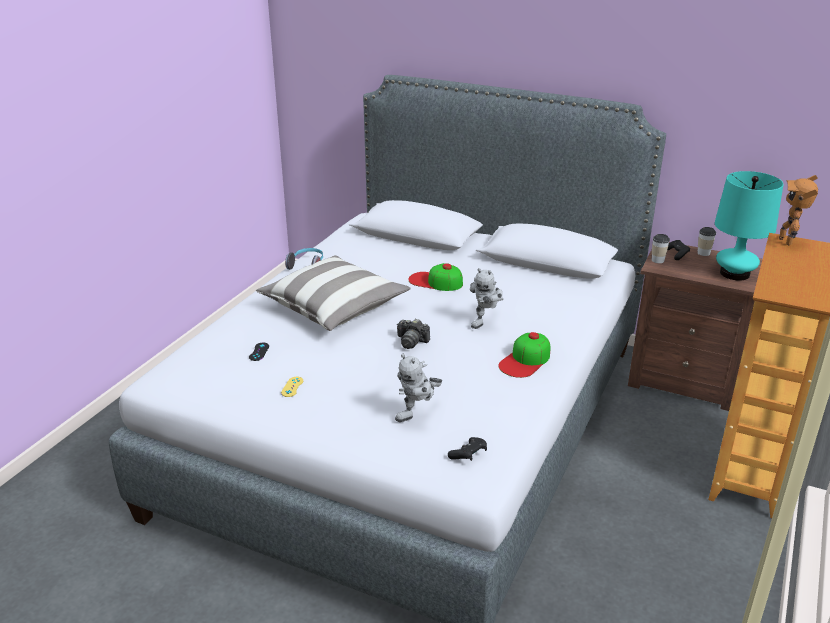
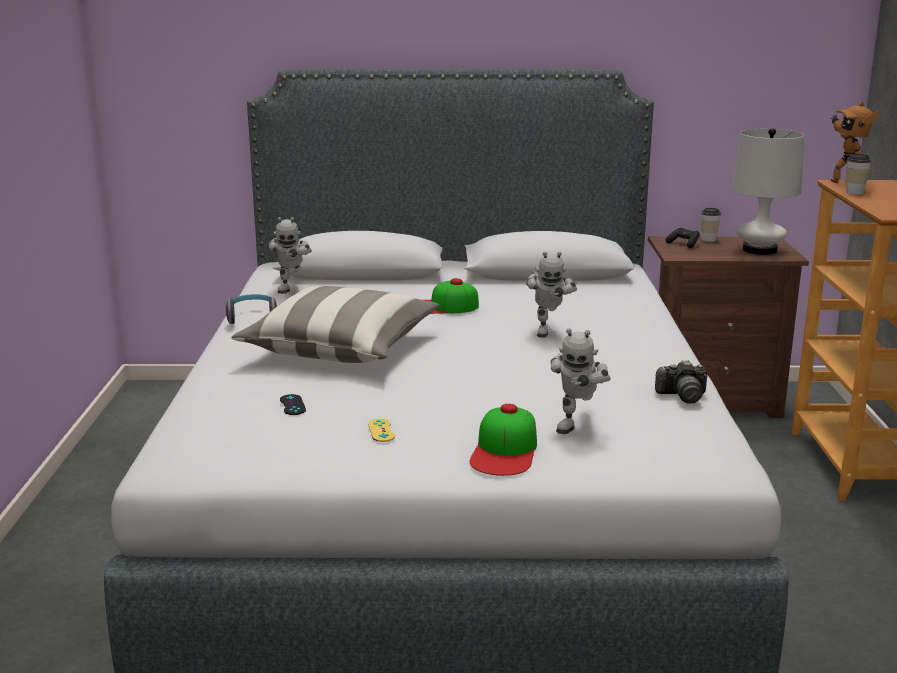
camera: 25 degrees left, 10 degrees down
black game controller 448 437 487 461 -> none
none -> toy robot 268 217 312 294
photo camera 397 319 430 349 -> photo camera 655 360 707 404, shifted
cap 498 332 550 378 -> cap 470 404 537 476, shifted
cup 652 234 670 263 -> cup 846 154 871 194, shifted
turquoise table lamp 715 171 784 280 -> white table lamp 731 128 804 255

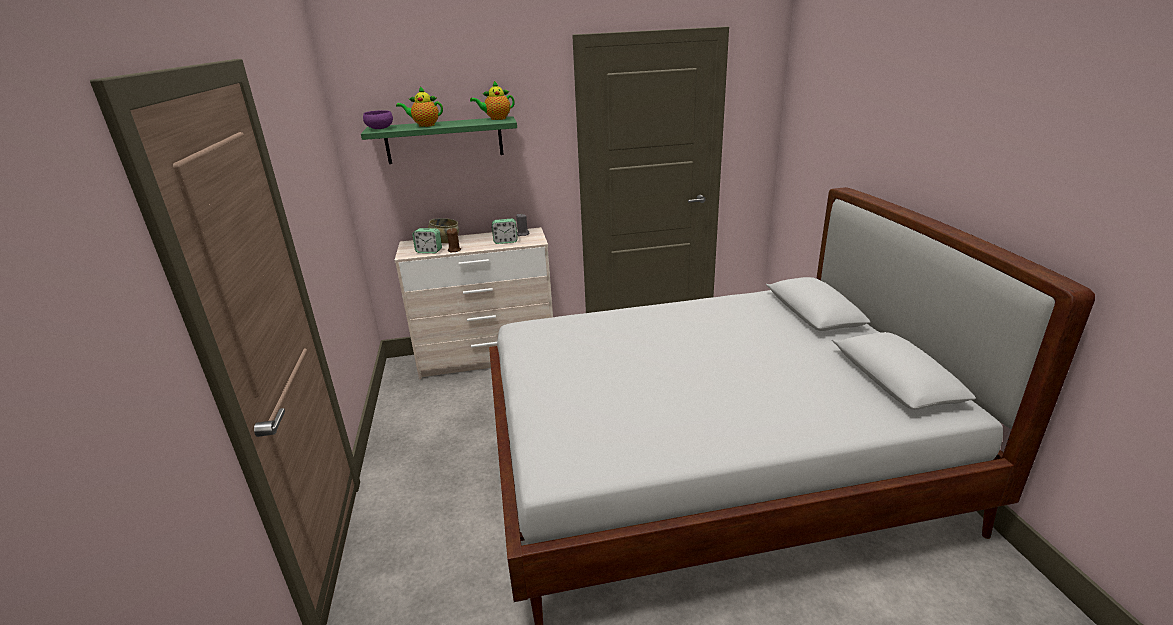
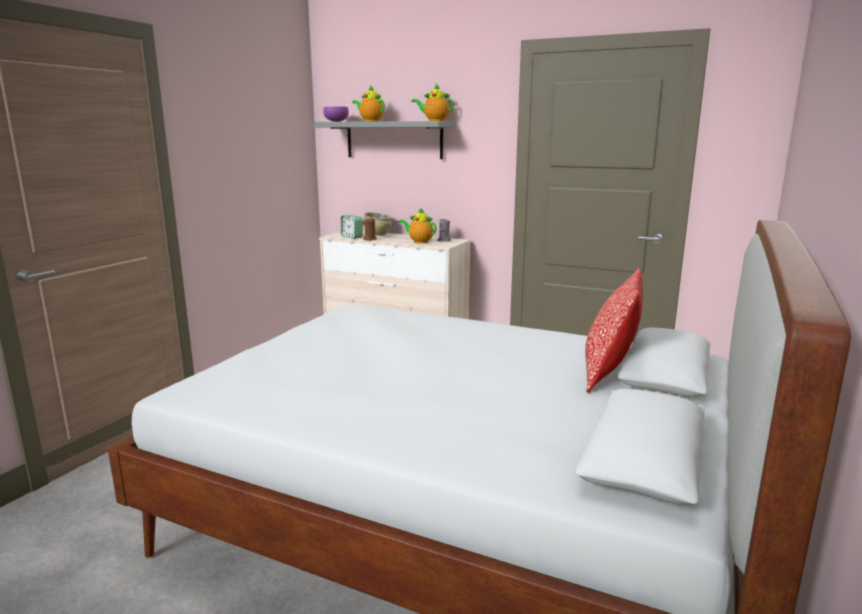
camera: 35 degrees right, 10 degrees down
none -> pillow 585 268 643 393
alarm clock 492 219 518 244 -> teapot 399 207 437 243
green shelf 361 116 517 164 -> grey shelf 315 121 456 159

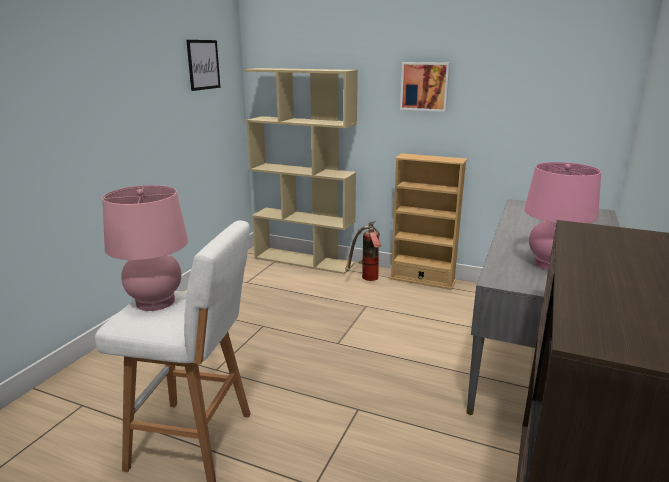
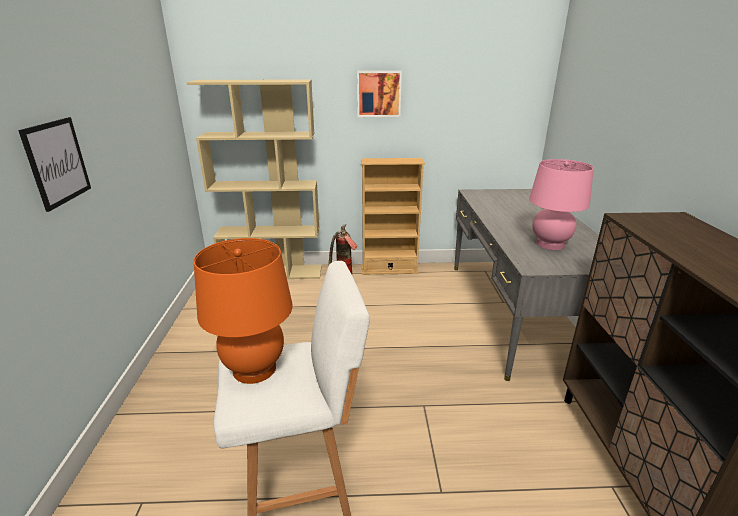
camera: 25 degrees left, 5 degrees up
picture 186 40 220 91 -> picture 18 117 91 212, shifted
pink table lamp 102 185 188 311 -> orange table lamp 194 238 293 384

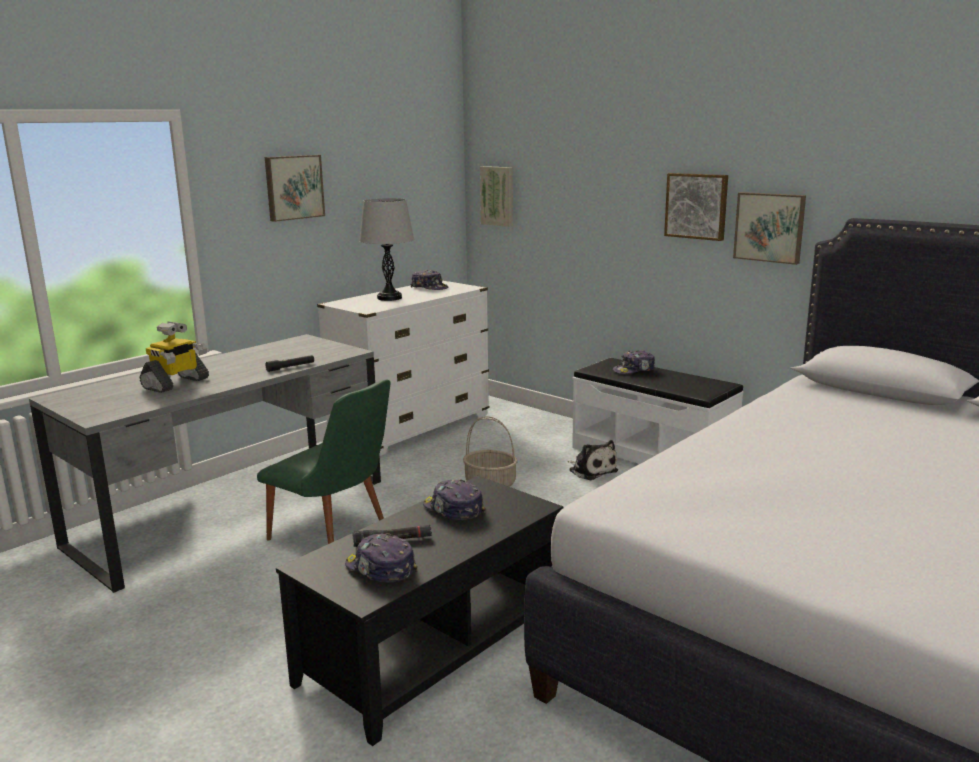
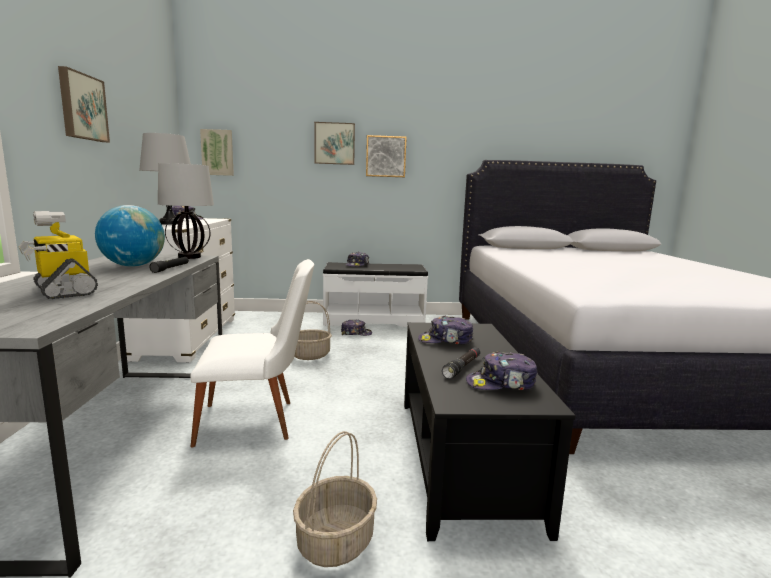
camera: 45 degrees left, 5 degrees down
none -> globe 95 205 165 267
none -> table lamp 158 163 214 259
none -> basket 293 431 377 567
picture 733 192 806 265 -> picture 314 122 355 165, shifted
plush toy 568 440 618 480 -> cap 341 319 372 336
green chair 257 380 391 544 -> white chair 190 259 314 447
toy robot 139 322 209 393 -> toy robot 19 211 98 299, 150 degrees clockwise

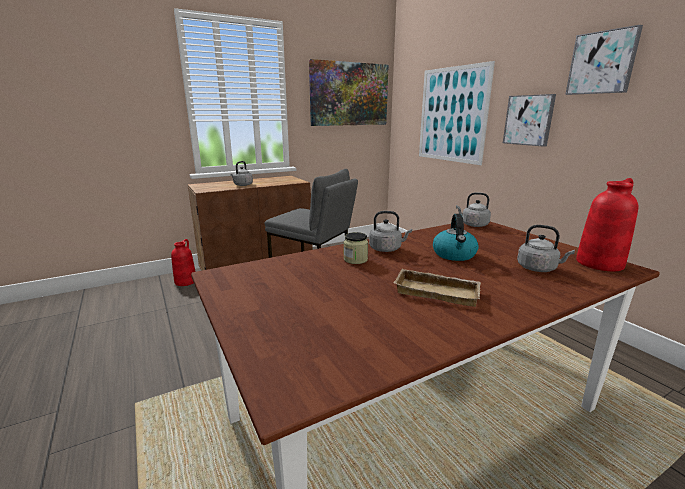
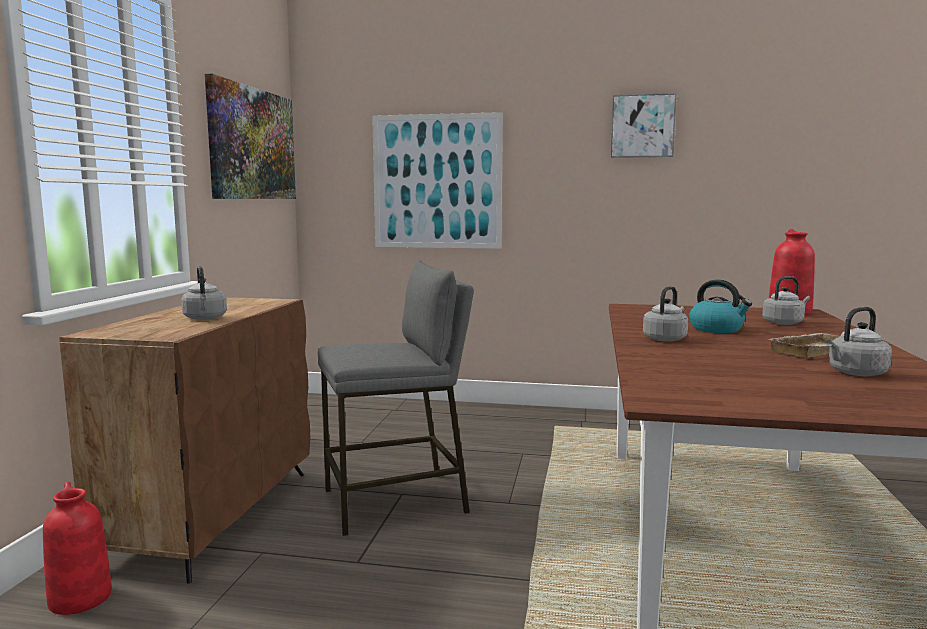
camera: 50 degrees left, 10 degrees down
jar 344 232 368 264 -> none
picture 503 94 556 147 -> none
grey kettle 456 192 491 227 -> grey kettle 826 307 892 376, shifted

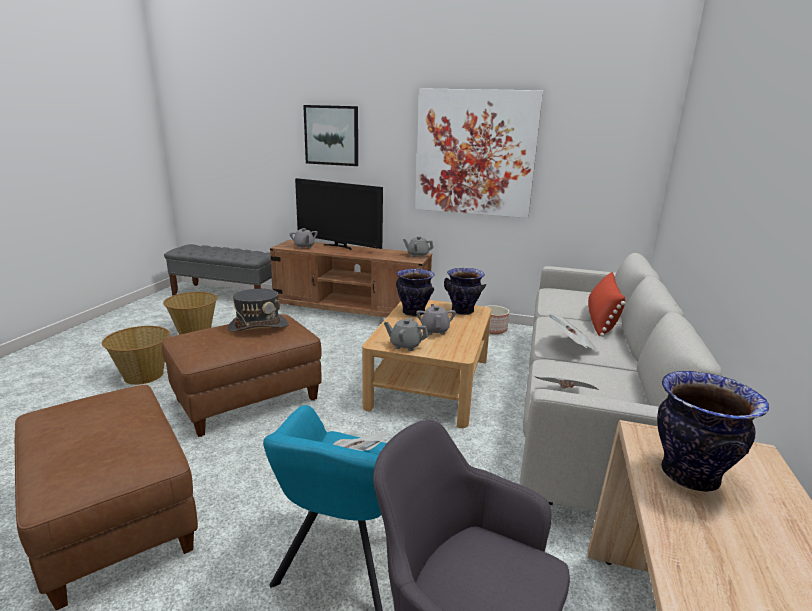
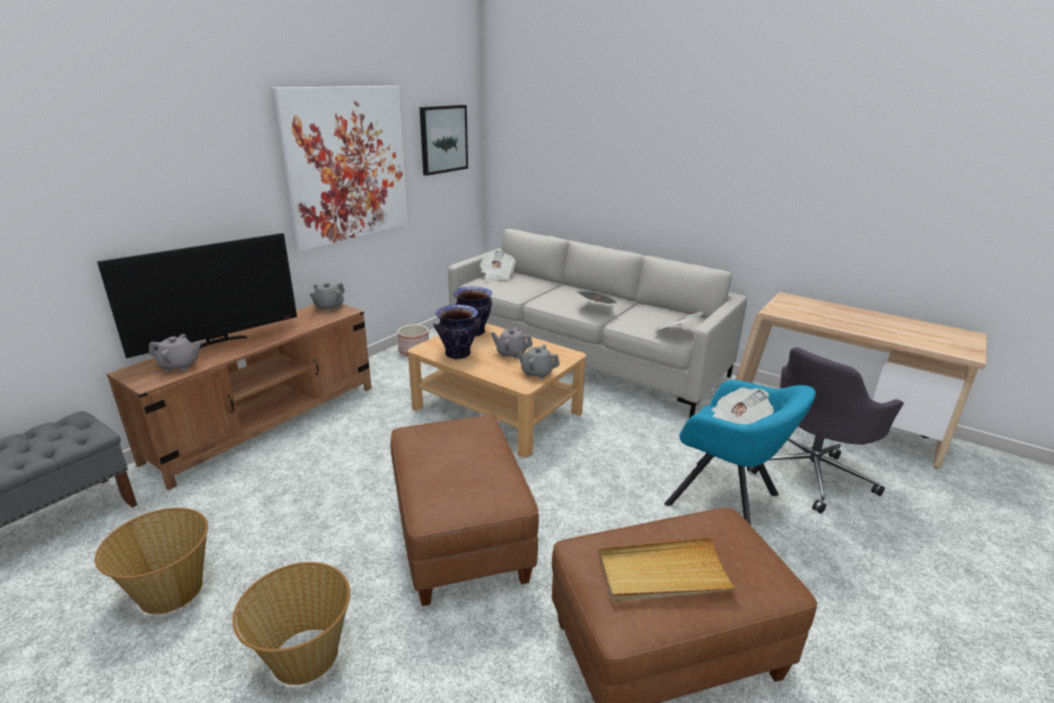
camera: 70 degrees left, 5 degrees up
grey hat 227 289 289 332 -> none
red pillow 588 272 625 337 -> none
vase 657 371 769 492 -> none
none -> newspaper 480 250 516 282
none -> beige tray 599 537 740 602
picture 303 105 358 166 -> picture 420 105 468 176, shifted
grey teapot 384 317 428 351 -> grey teapot 516 345 560 379, 75 degrees clockwise

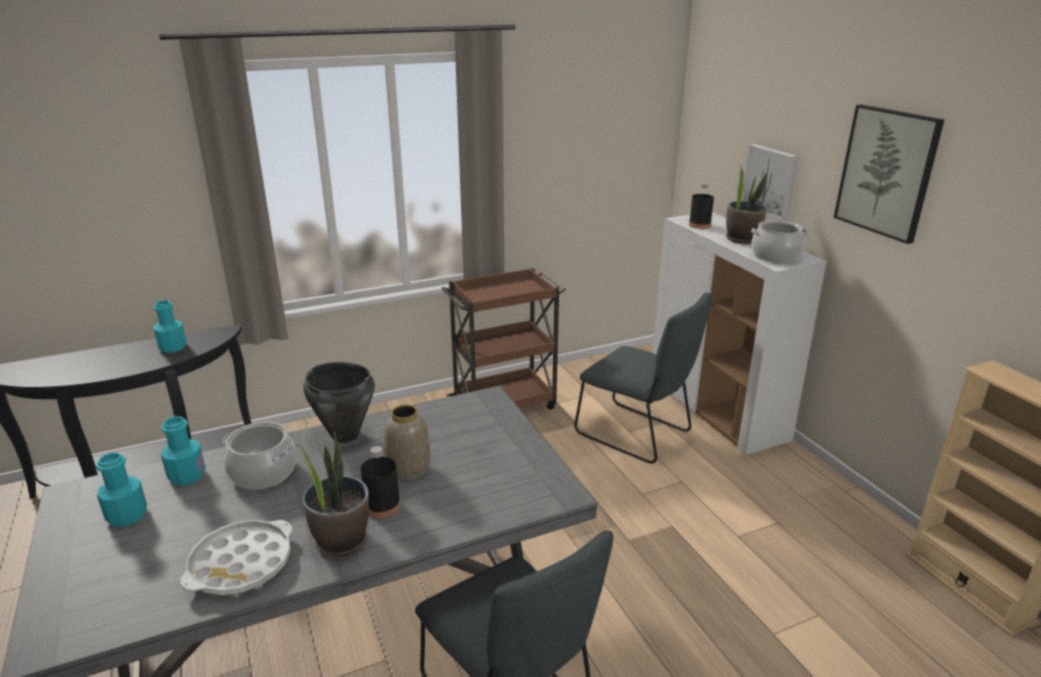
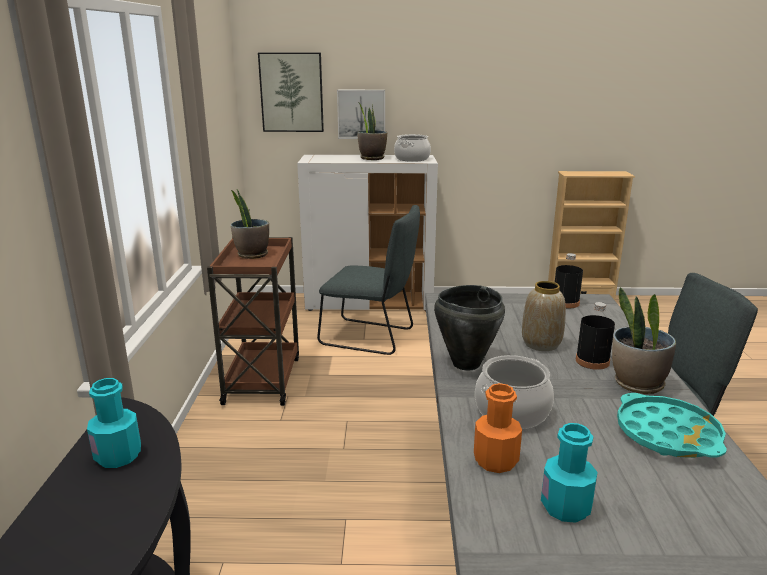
camera: 65 degrees left, 5 degrees down
none -> potted plant 231 189 269 259
black bottle 689 183 714 229 -> black bottle 555 253 583 308, shifted
picture 834 104 944 244 -> picture 258 52 324 132, shifted
turquoise bottle 161 416 206 486 -> orange bottle 474 383 522 473
white tray 180 520 293 595 -> turquoise tray 617 393 727 458
grey chair 574 293 712 463 -> grey chair 317 205 420 355, 45 degrees clockwise

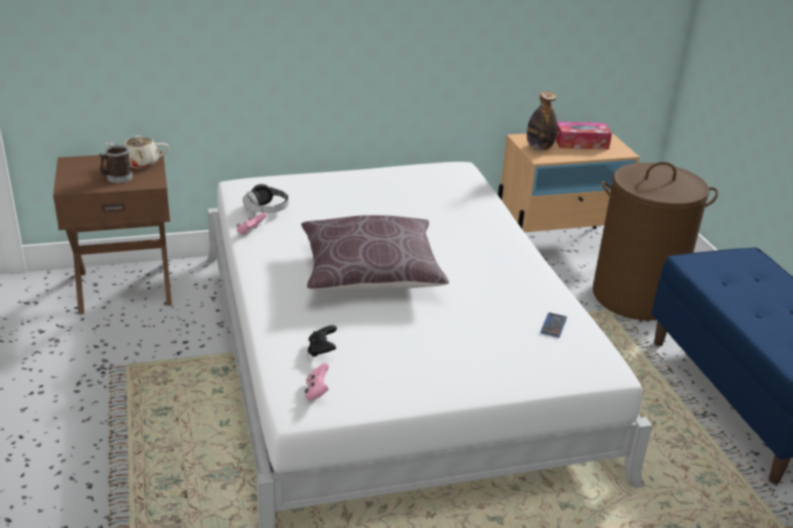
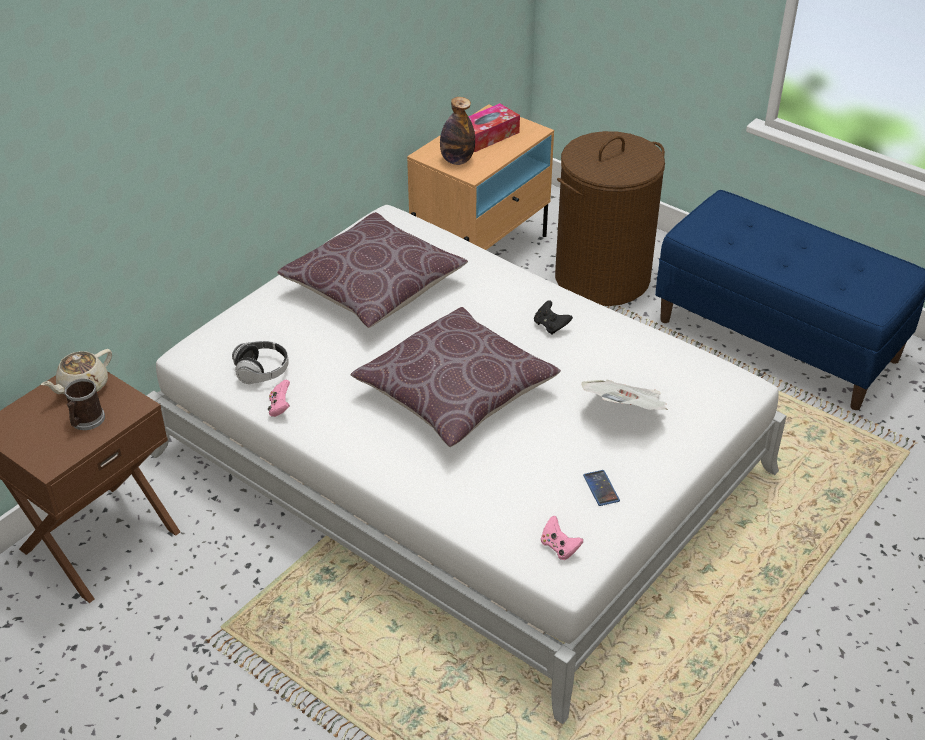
camera: 35 degrees left, 10 degrees up
none -> brown pillow 277 212 468 328
none -> newspaper 581 380 668 410
black game controller 308 325 337 357 -> black game controller 534 300 573 335, shifted
phone 540 312 567 338 -> phone 583 470 620 506, shifted

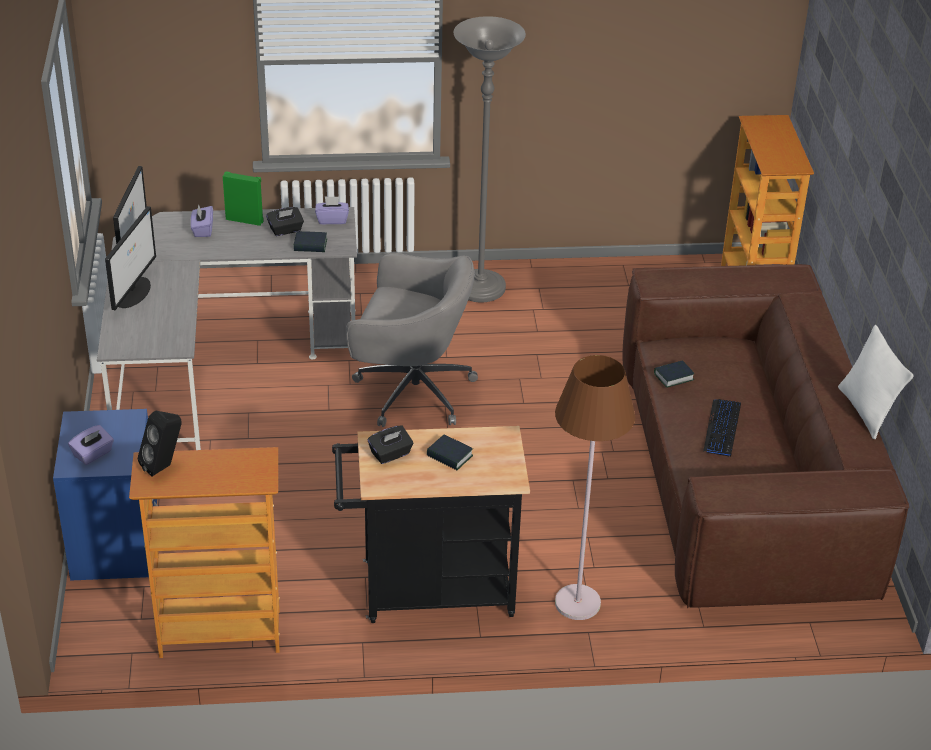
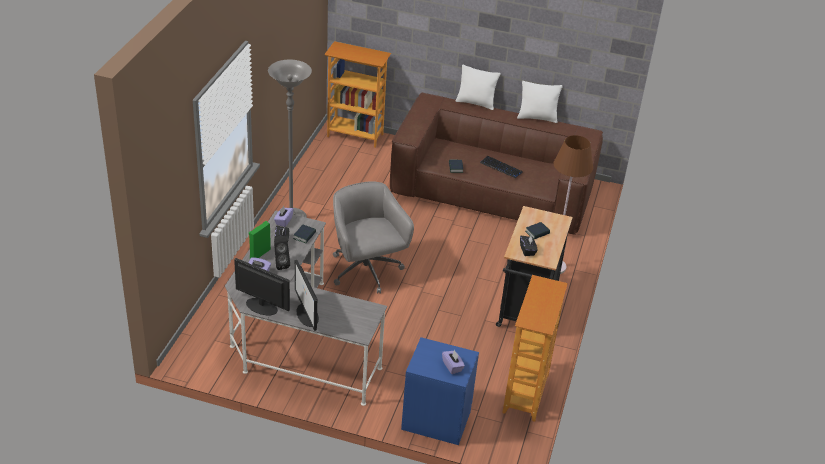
camera: 70 degrees left, 0 degrees up
none -> white pillow 456 65 501 110
black speaker 138 411 182 477 -> black speaker 274 235 290 270, shifted
monitor 105 206 156 310 -> monitor 295 260 319 331, 150 degrees counterclockwise
grey office chair 346 253 478 427 -> grey office chair 333 181 414 294, 60 degrees counterclockwise

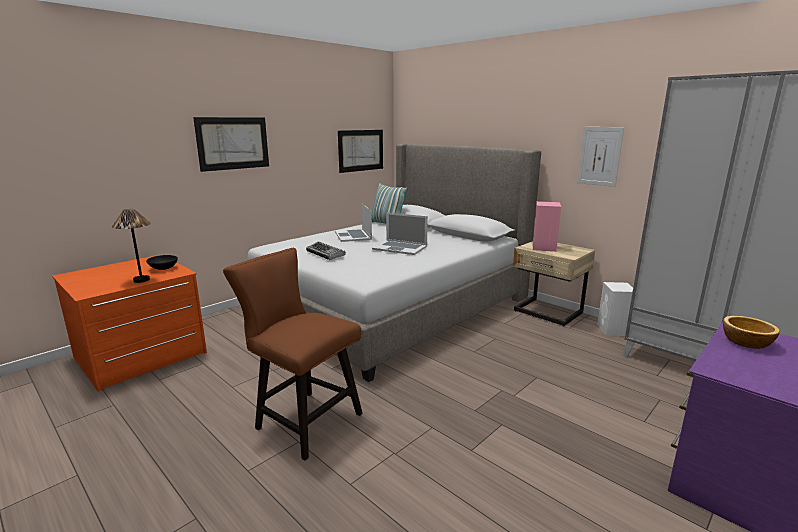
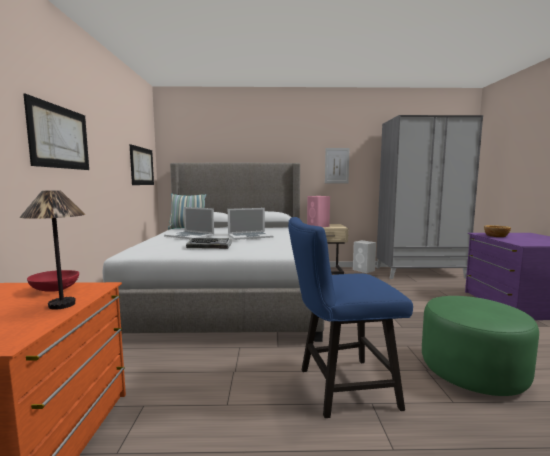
camera: 45 degrees left, 10 degrees down
none -> green ottoman 422 296 539 396
black bowl 146 255 178 270 -> red bowl 27 270 79 292
brown chair 223 248 363 461 -> blue chair 288 217 413 418

